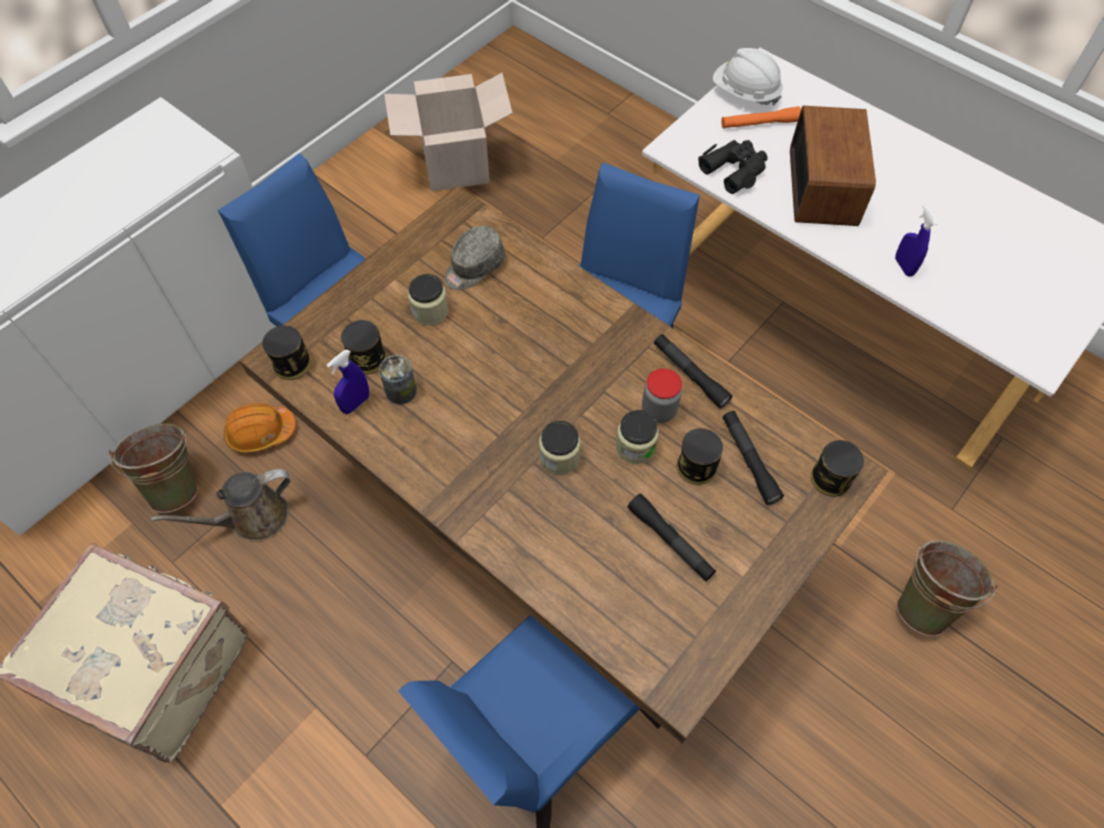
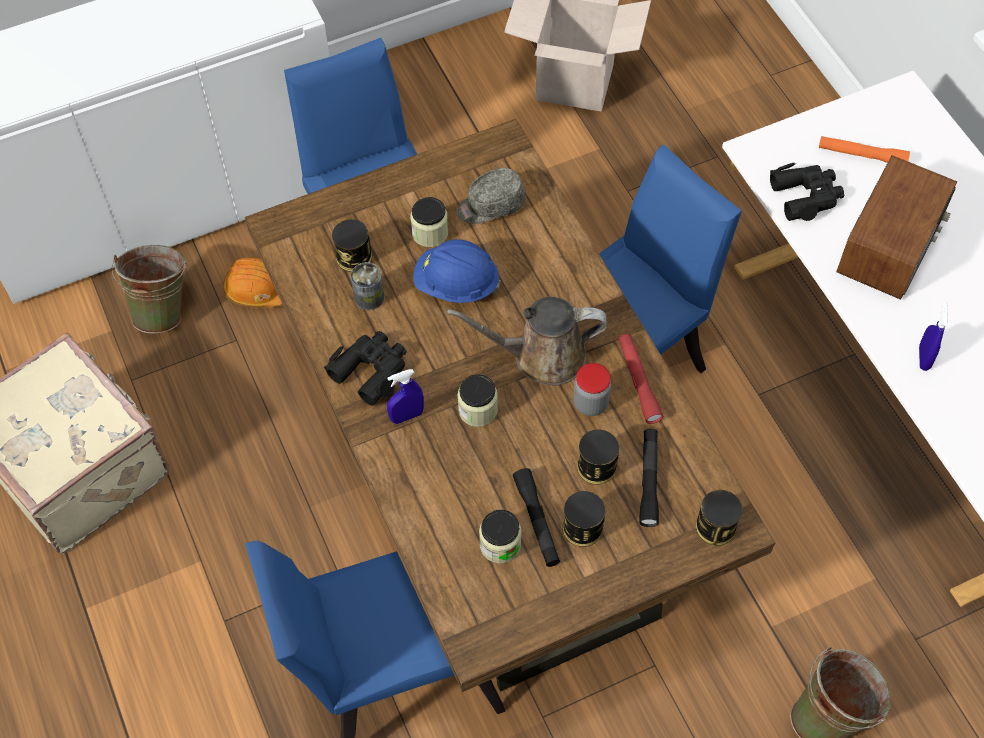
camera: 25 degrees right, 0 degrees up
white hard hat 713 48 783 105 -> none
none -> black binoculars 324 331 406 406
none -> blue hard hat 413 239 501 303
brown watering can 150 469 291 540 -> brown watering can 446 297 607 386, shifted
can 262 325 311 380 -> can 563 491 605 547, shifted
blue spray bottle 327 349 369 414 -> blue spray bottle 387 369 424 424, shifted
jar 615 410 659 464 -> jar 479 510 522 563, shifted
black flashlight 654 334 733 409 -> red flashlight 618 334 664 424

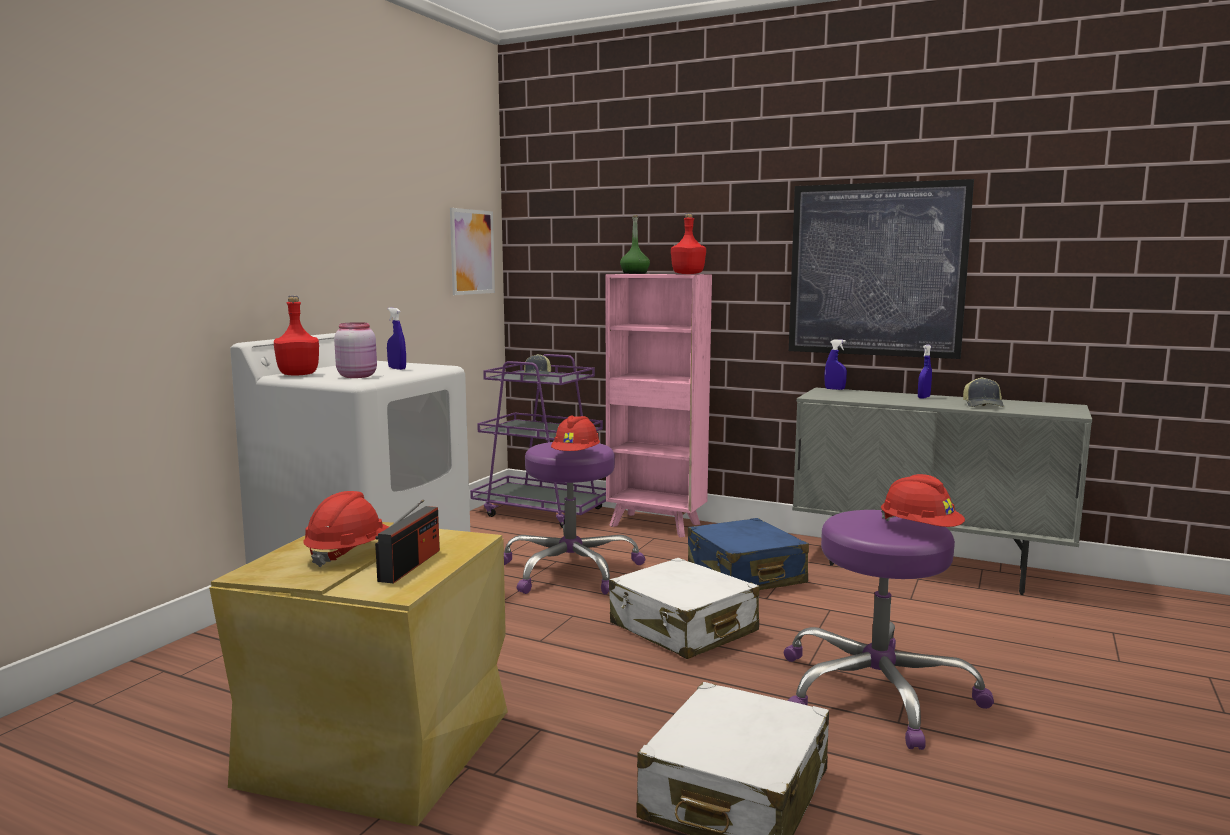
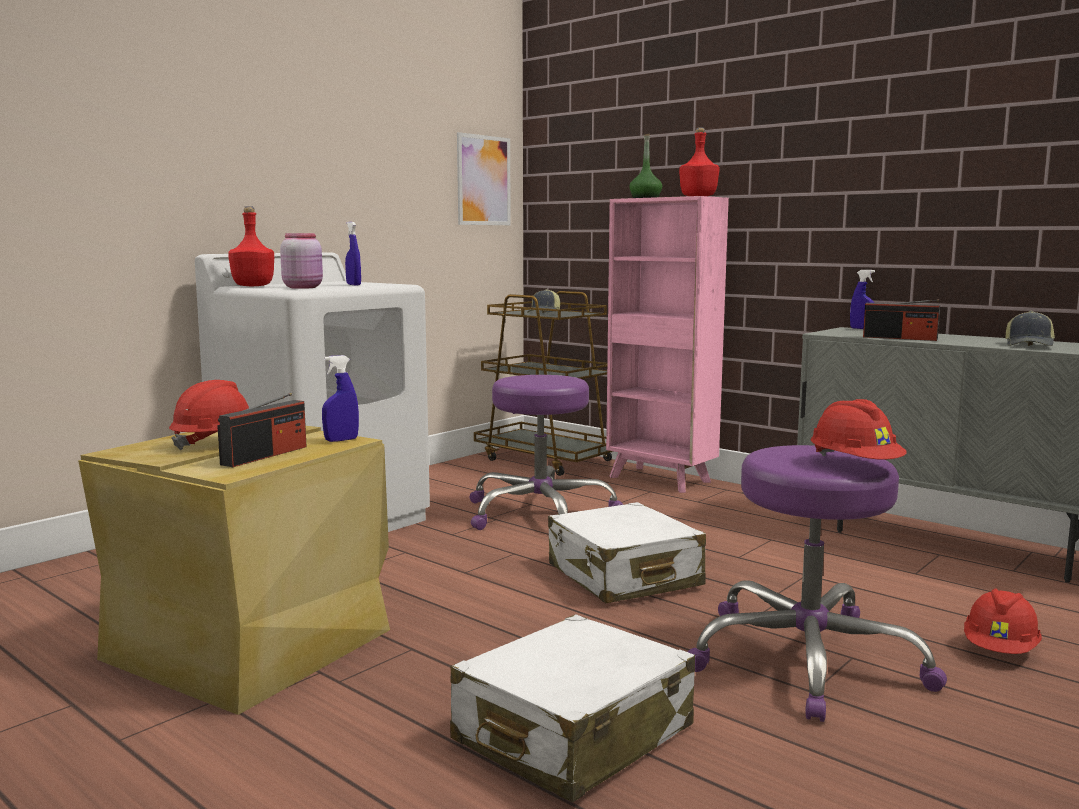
camera: 15 degrees right, 0 degrees up
blue suitcase 688 518 809 590 -> none
picture 789 179 974 359 -> none
none -> radio 863 299 940 341
red hard hat 551 416 600 451 -> red hard hat 964 589 1042 654, shifted
blue spray bottle 918 345 932 399 -> blue spray bottle 322 355 359 442, shifted
purple cart 470 354 606 528 -> brown cart 474 291 614 476

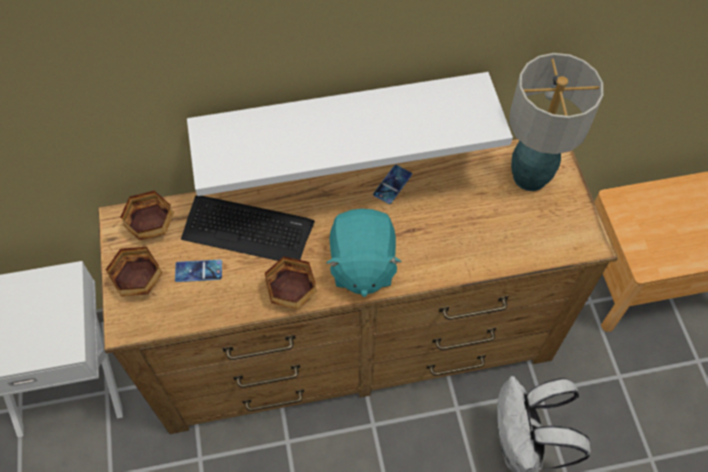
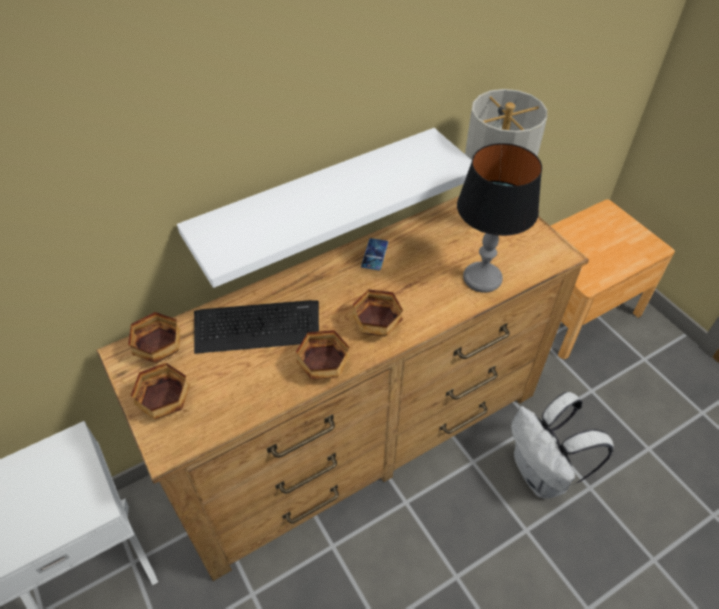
camera: 20 degrees left, 10 degrees down
phone 175 260 222 282 -> none
none -> table lamp 457 143 542 293
turquoise plush toy 327 209 402 297 -> bowl 352 289 403 336

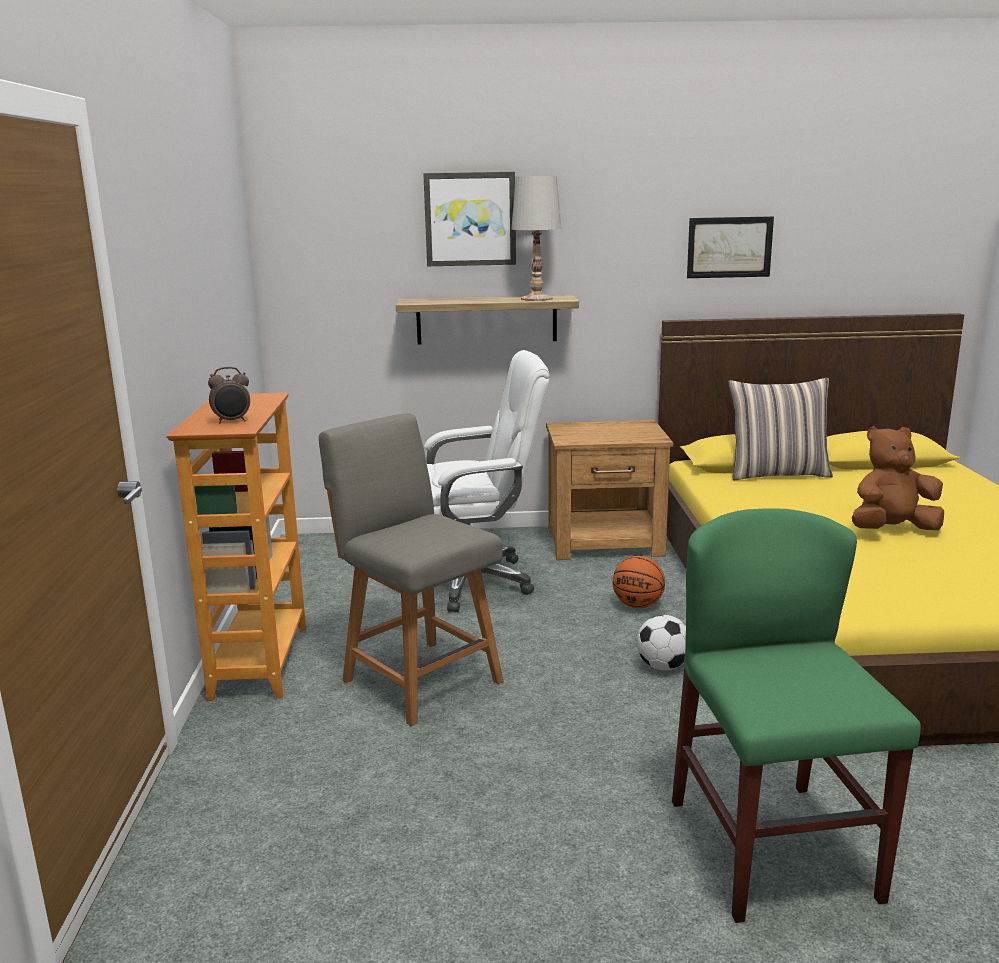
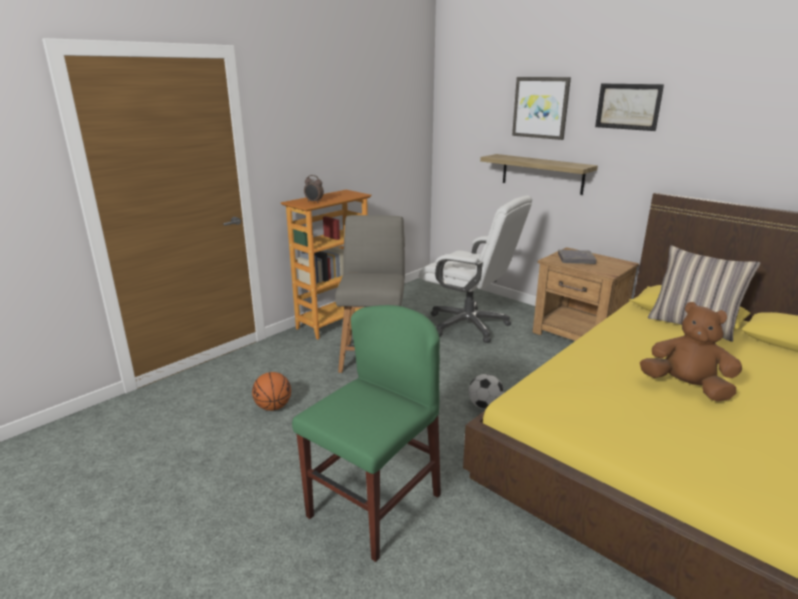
camera: 45 degrees right, 5 degrees up
white table lamp 512 176 561 301 -> none
none -> grey book 558 250 596 264
basketball 613 556 665 608 -> basketball 252 372 291 411, shifted
picture 687 216 774 278 -> picture 595 84 664 131, shifted

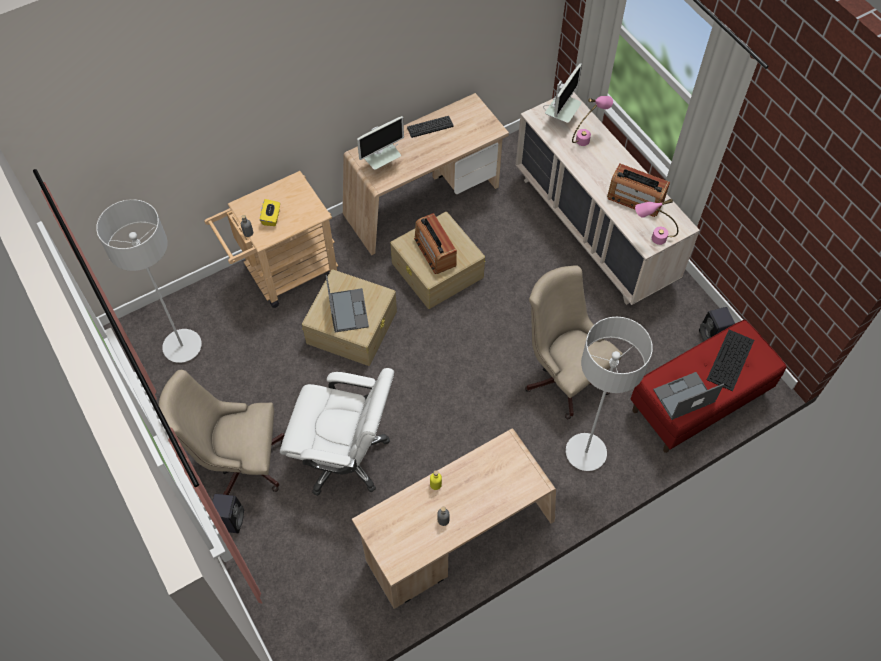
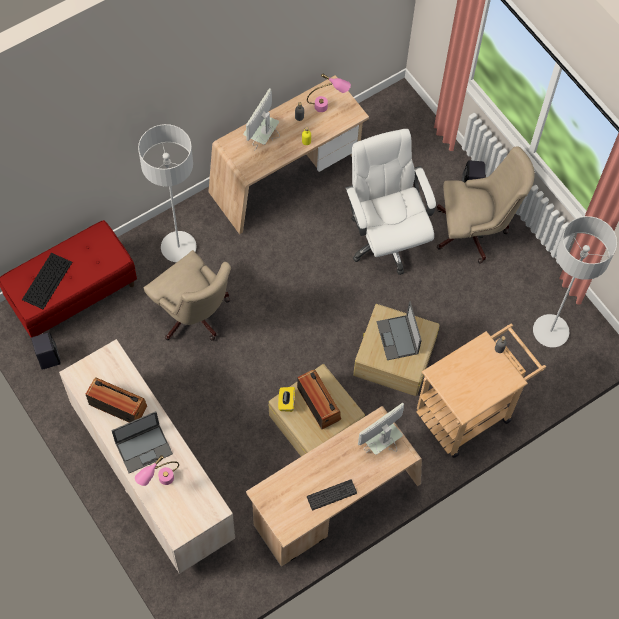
camera: 175 degrees right, 5 degrees up
yellow tissue box 260 199 280 226 -> yellow tissue box 278 387 295 412, shifted
monitor 543 63 582 123 -> monitor 243 88 280 150, shifted
pink table lamp 635 199 678 245 -> pink table lamp 307 73 351 112, shifted
laptop 653 372 724 420 -> laptop 111 411 173 473, shifted
white office chair 280 368 394 496 -> white office chair 345 129 436 275, 60 degrees clockwise

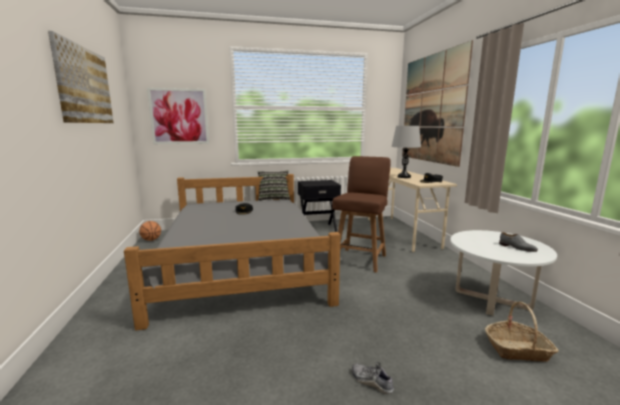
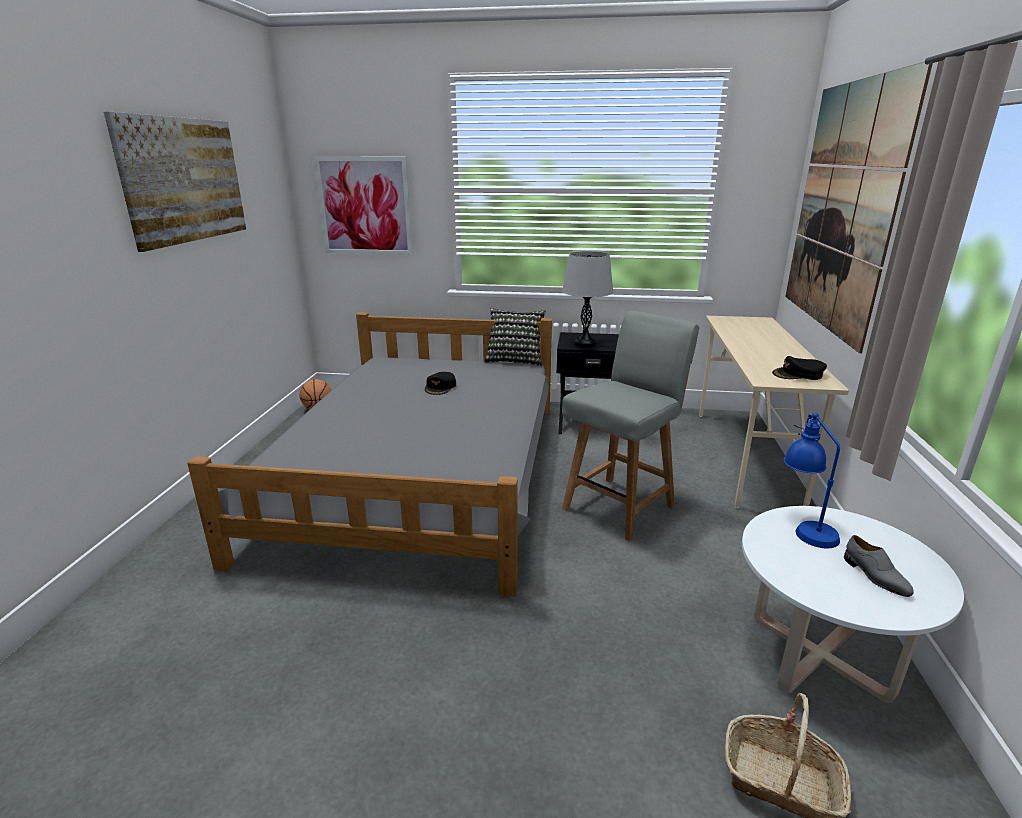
camera: 20 degrees right, 10 degrees up
shoe 352 362 394 394 -> none
none -> blue table lamp 784 413 840 548
grey table lamp 392 126 421 178 -> grey table lamp 562 251 613 348, shifted
brown chair 332 156 391 273 -> grey chair 562 311 699 542

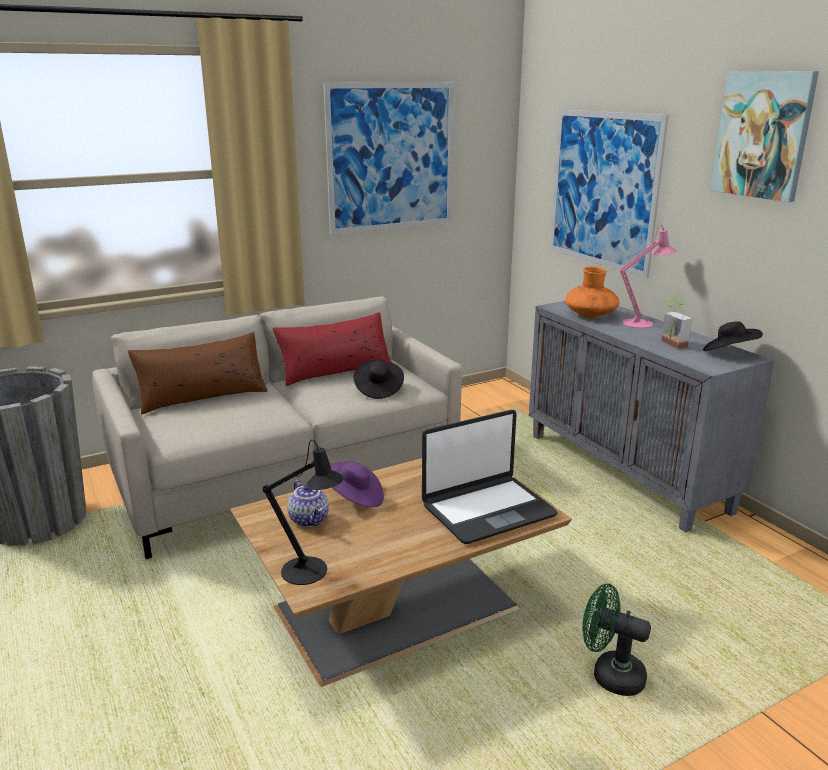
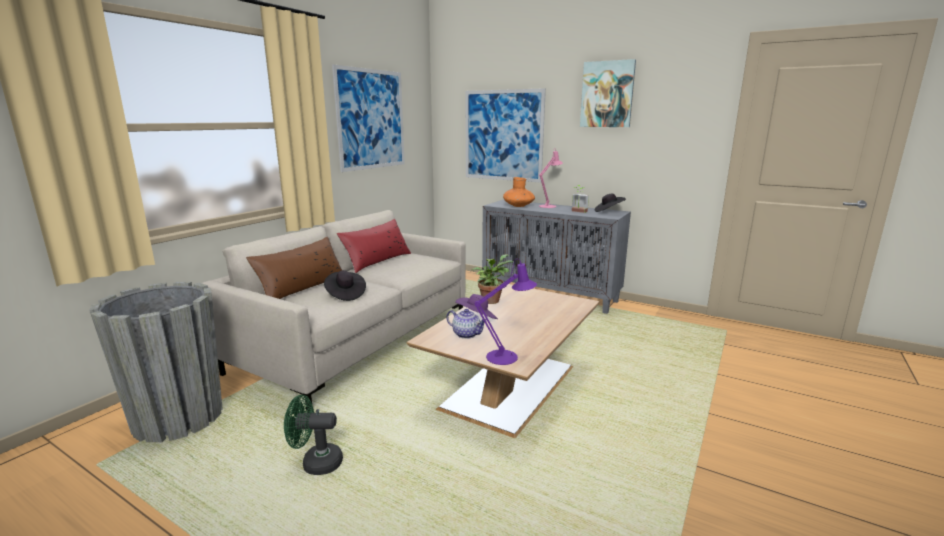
camera: 30 degrees left, 5 degrees down
laptop 422 410 558 544 -> none
none -> potted plant 472 254 513 304
black hat 354 360 404 399 -> black hat 324 270 366 301, shifted
green fan 582 583 651 696 -> green fan 284 395 343 475, shifted
black table lamp 263 440 344 585 -> purple table lamp 474 259 537 365

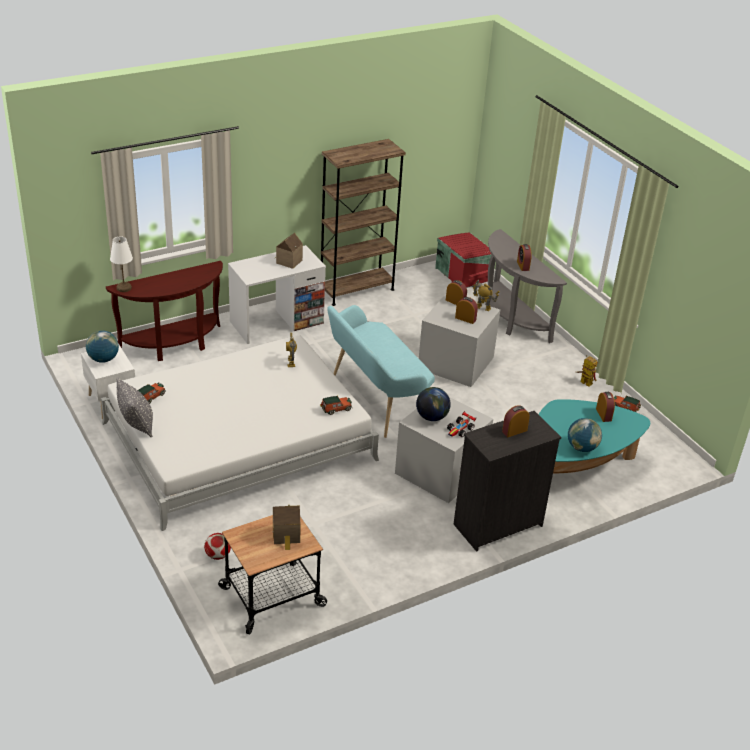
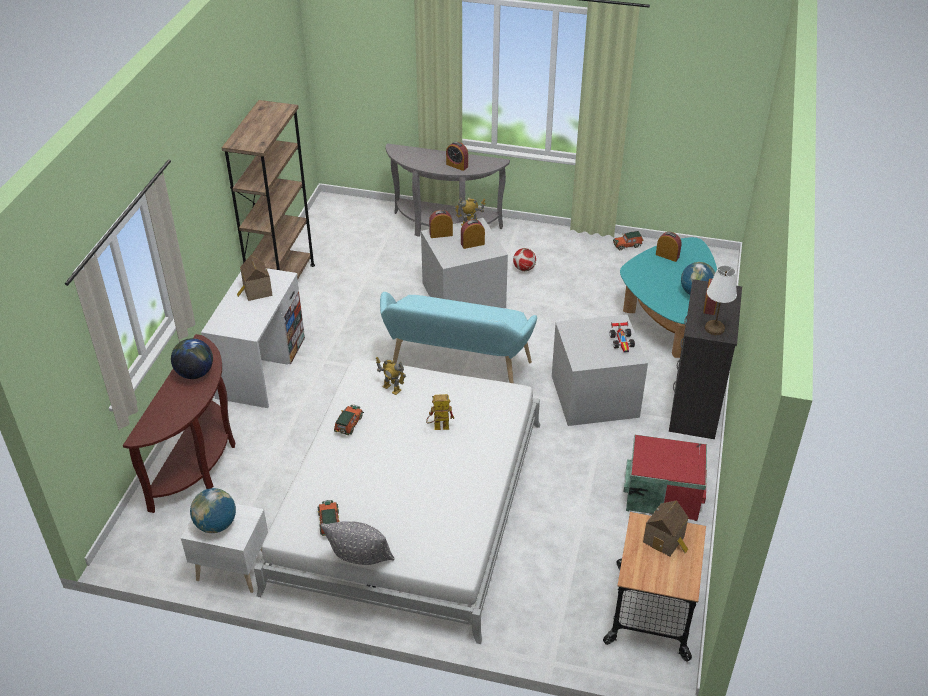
camera: 45 degrees left, 5 degrees up
white table lamp 110 236 133 292 -> white table lamp 705 265 737 335, shifted
football 204 533 231 560 -> football 513 248 536 271, shifted
toy car 320 395 352 415 -> toy car 334 405 364 435, shifted
globe 416 387 451 421 -> globe 171 338 213 379, shifted
red storage box 435 232 492 288 -> red storage box 623 434 707 521, shifted
toy robot 576 355 598 387 -> toy robot 426 394 454 430, shifted

